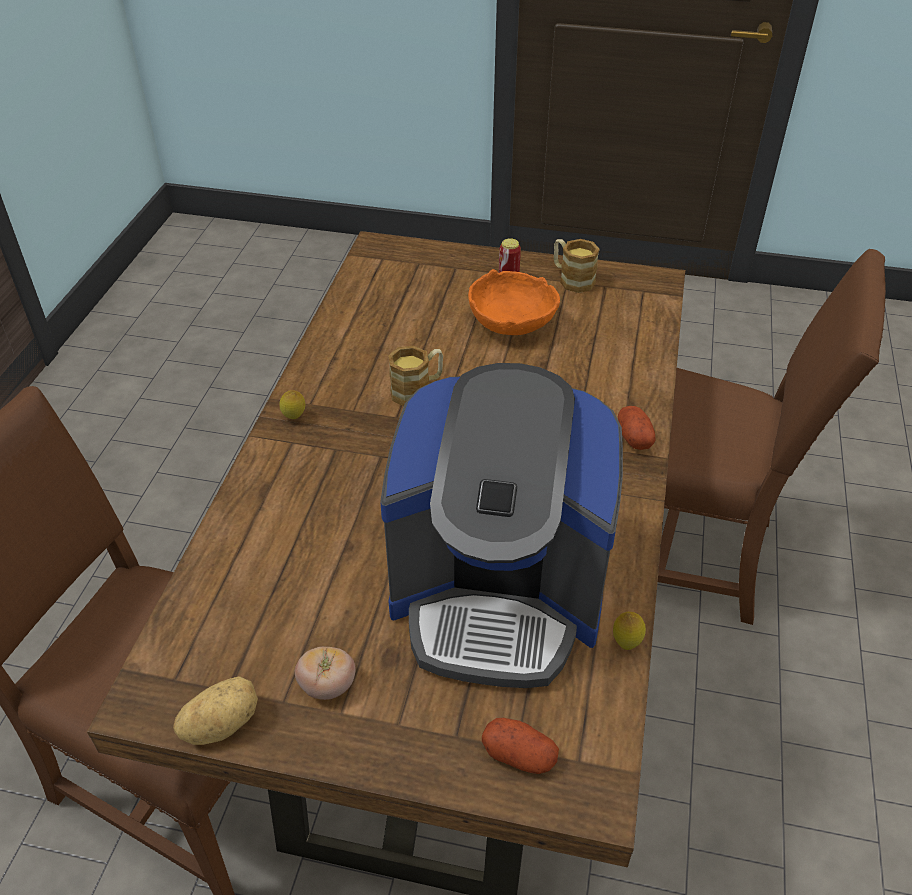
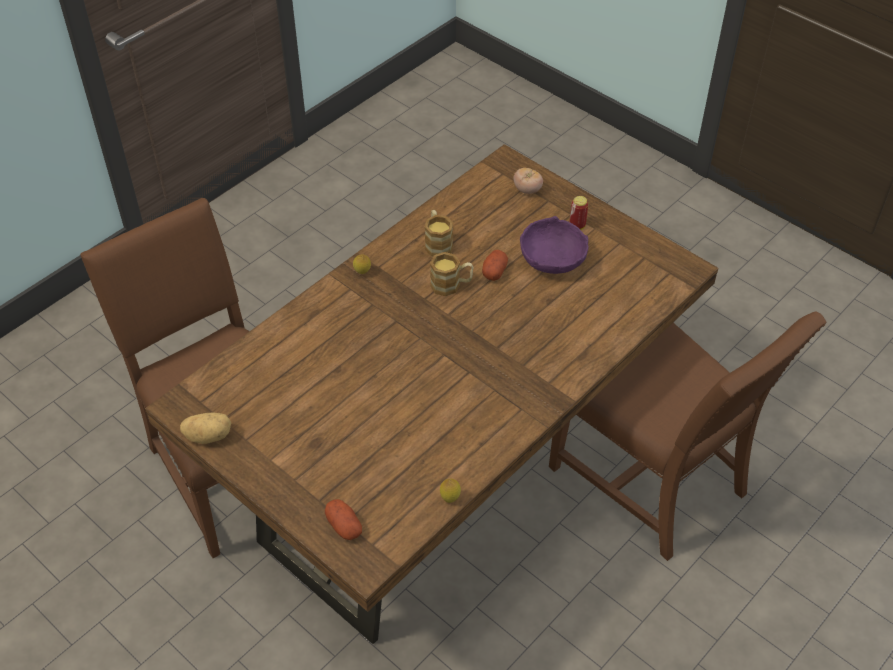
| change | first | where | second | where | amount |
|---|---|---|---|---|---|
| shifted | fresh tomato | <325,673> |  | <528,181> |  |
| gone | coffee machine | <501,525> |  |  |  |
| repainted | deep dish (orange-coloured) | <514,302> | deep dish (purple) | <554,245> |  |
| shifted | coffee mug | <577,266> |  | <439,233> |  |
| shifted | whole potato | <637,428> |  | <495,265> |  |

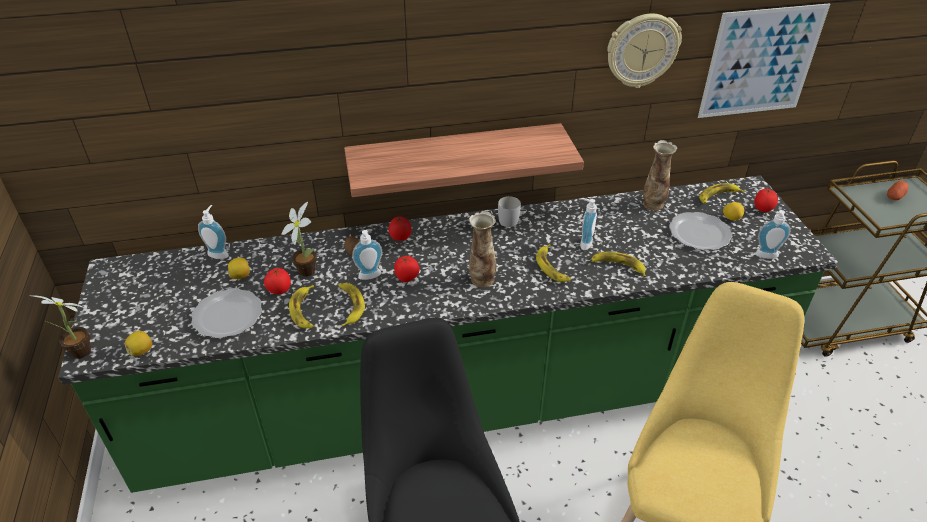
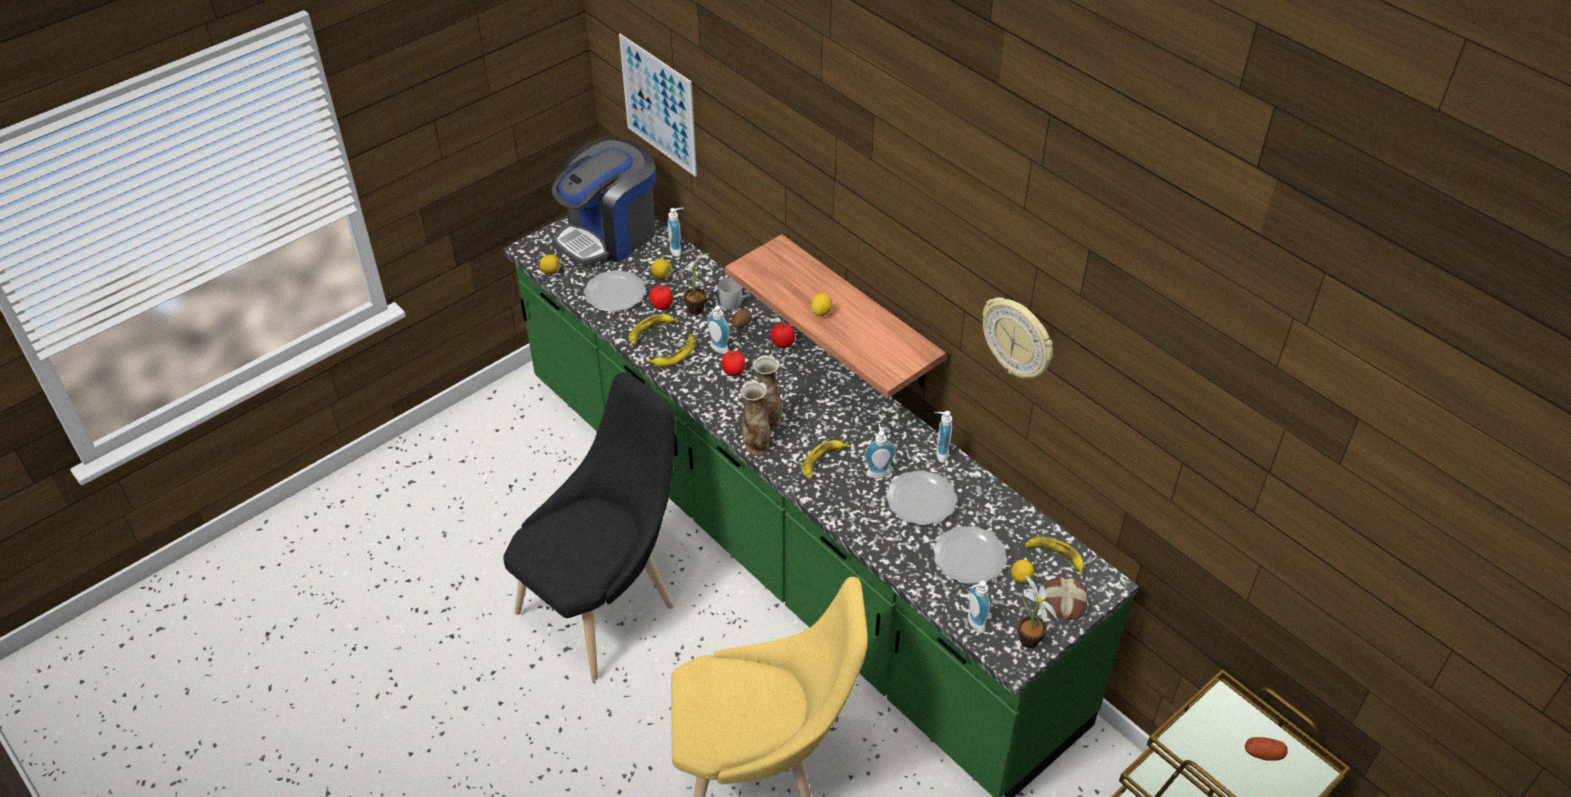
| change | first | where | second | where | amount |
|---|---|---|---|---|---|
| shifted | plant in a pot | <59,327> |  | <1037,612> |  |
| shifted | coffee mug (white-coloured) | <509,211> |  | <734,294> |  |
| gone | whole banana | <618,264> |  |  |  |
| shifted | decorative vase | <660,175> |  | <755,418> |  |
| shifted | wall picture | <764,60> |  | <658,105> |  |
| swapped | fresh tomato | <766,200> | bread | <1065,598> |  |
| new |  |  | coffee machine | <604,201> |  |
| new |  |  | lemon | <822,304> |  |
| new |  |  | dinner plate | <921,497> |  |
| new |  |  | soap bottle | <943,437> |  |

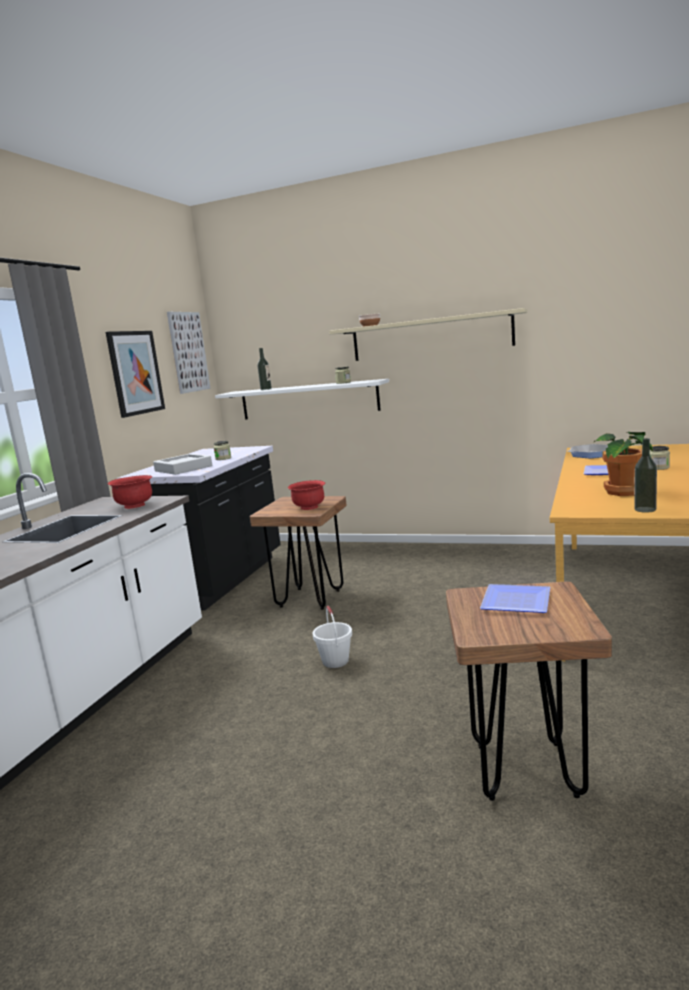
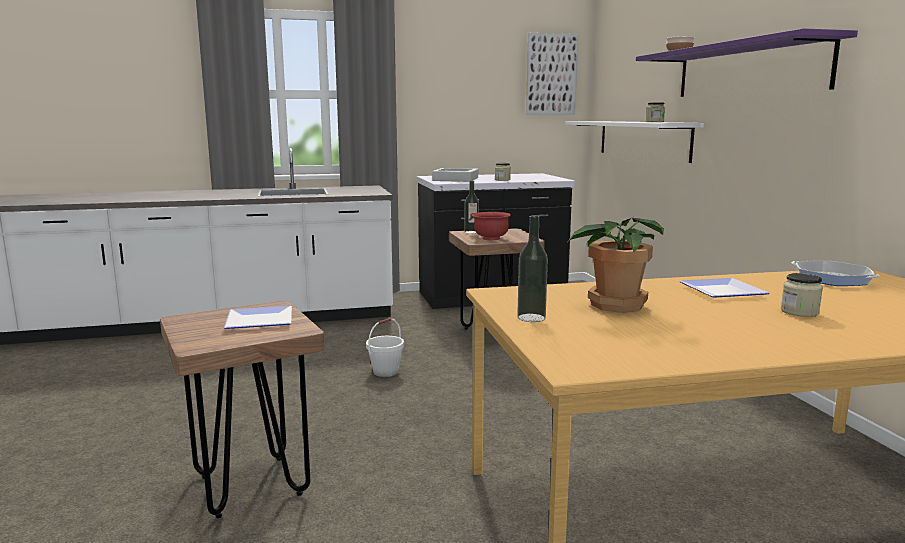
| change | first | where | second | where | amount |
|---|---|---|---|---|---|
| gone | wall picture | <135,374> |  |  |  |
| gone | deep dish (red) | <130,492> |  |  |  |
| shifted | drink bottle | <264,369> |  | <471,207> |  |
| repainted | shelf (sand-coloured) | <428,334> | shelf (purple) | <747,62> |  |

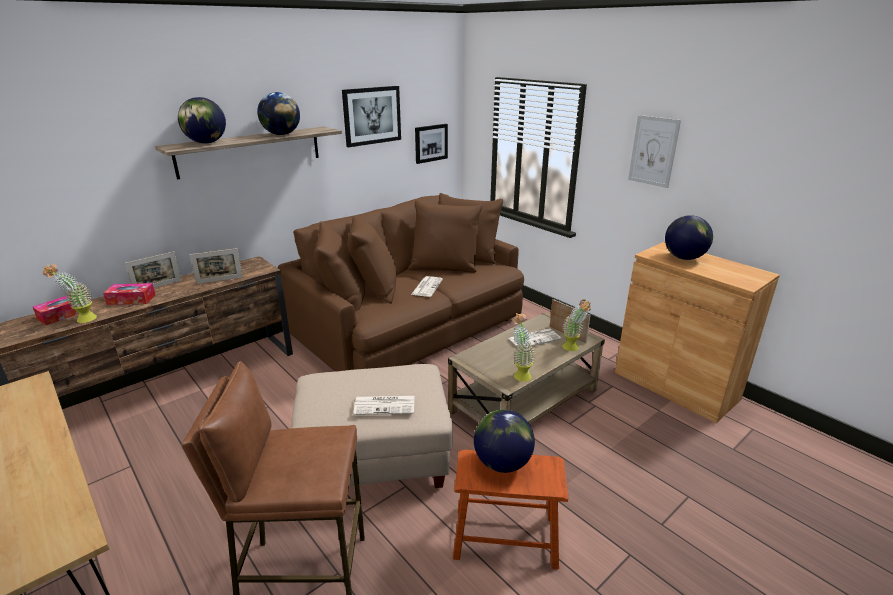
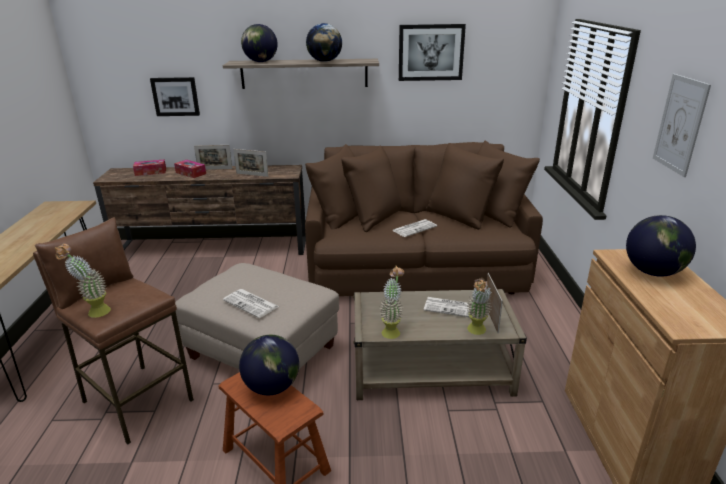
| change | first | where | second | where | amount |
|---|---|---|---|---|---|
| shifted | plant in a pot | <70,293> |  | <83,281> |  |
| shifted | wall picture | <431,144> |  | <175,96> |  |

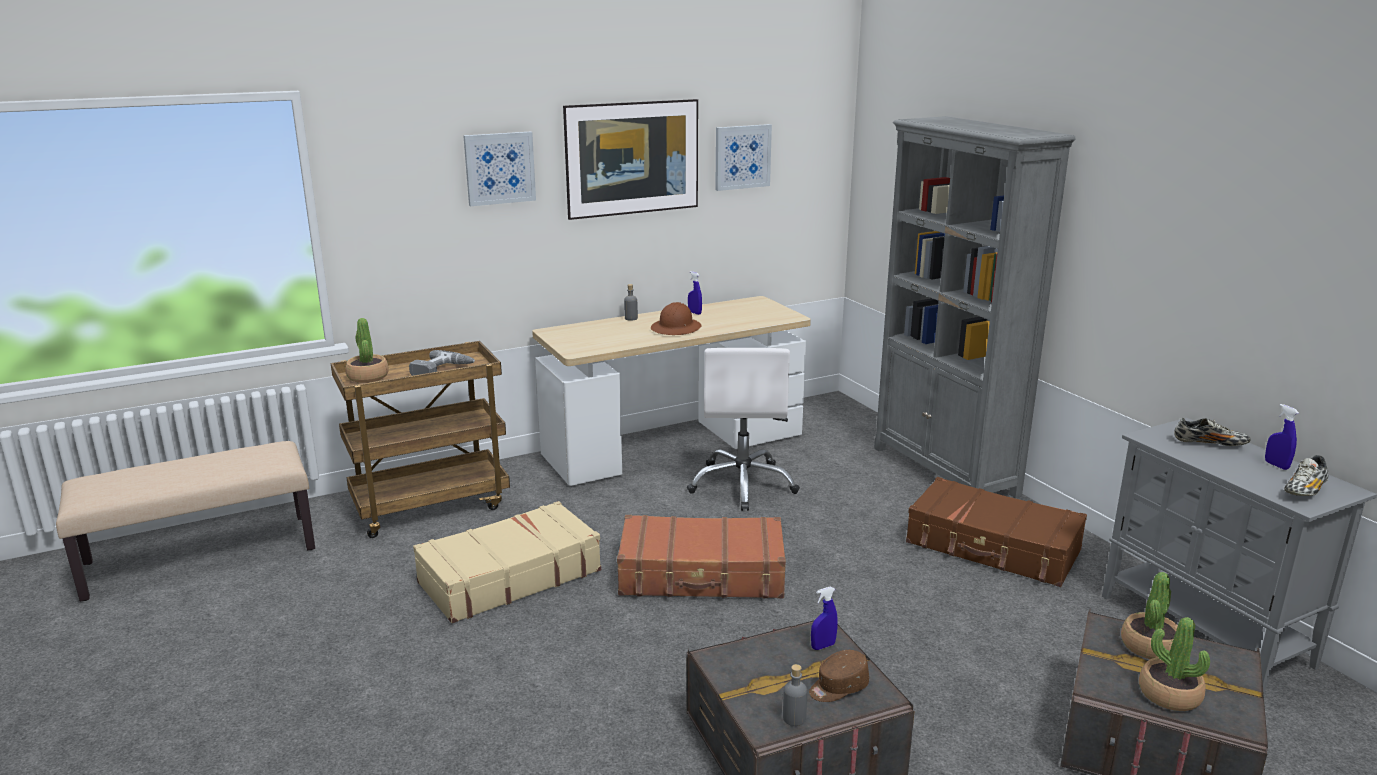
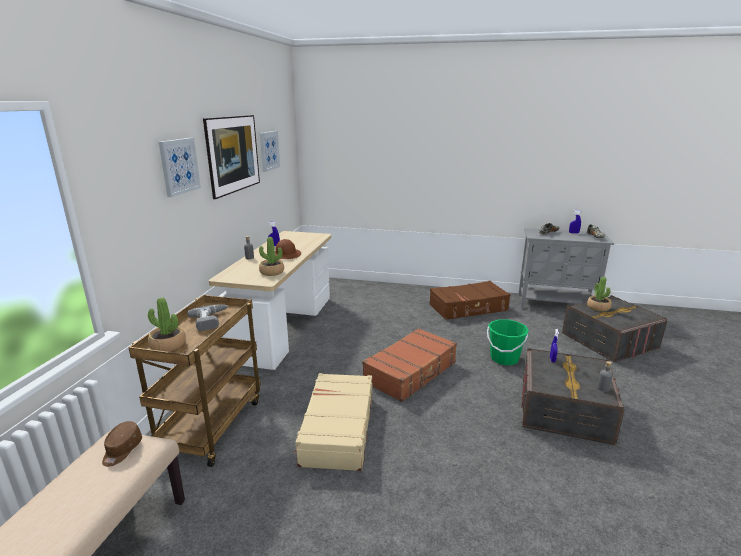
| change | first | where | second | where | amount |
|---|---|---|---|---|---|
| gone | office chair (white-coloured) | <743,429> |  |  |  |
| shifted | peaked cap (brown-coloured) | <839,676> |  | <122,444> |  |
| gone | bookcase (grey) | <975,307> |  |  |  |
| shifted | plant in a pot | <1174,664> |  | <271,256> |  |
| new |  |  | pail (greenish) | <508,342> |  |

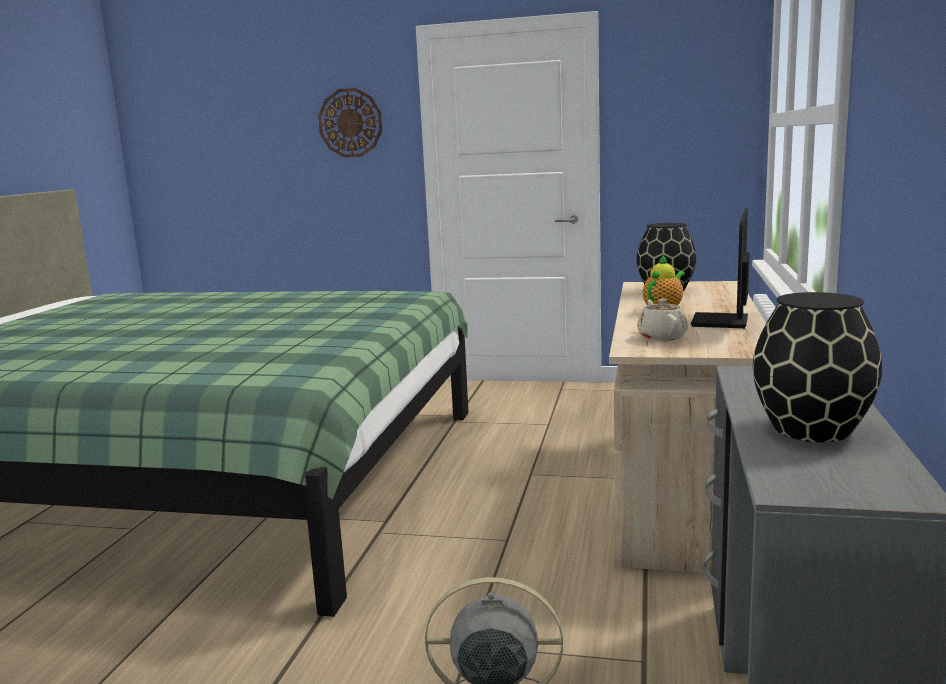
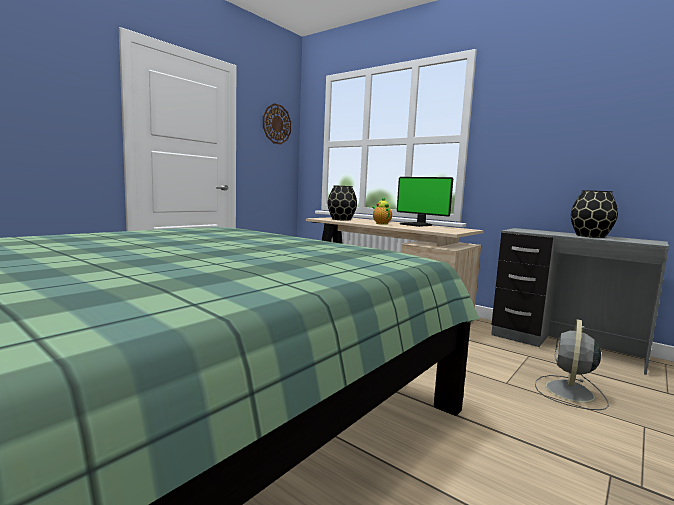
| change | first | where | second | where | amount |
|---|---|---|---|---|---|
| shifted | hanging clock | <350,123> |  | <277,123> |  |
| gone | tea pot (sand-coloured) | <662,320> |  |  |  |

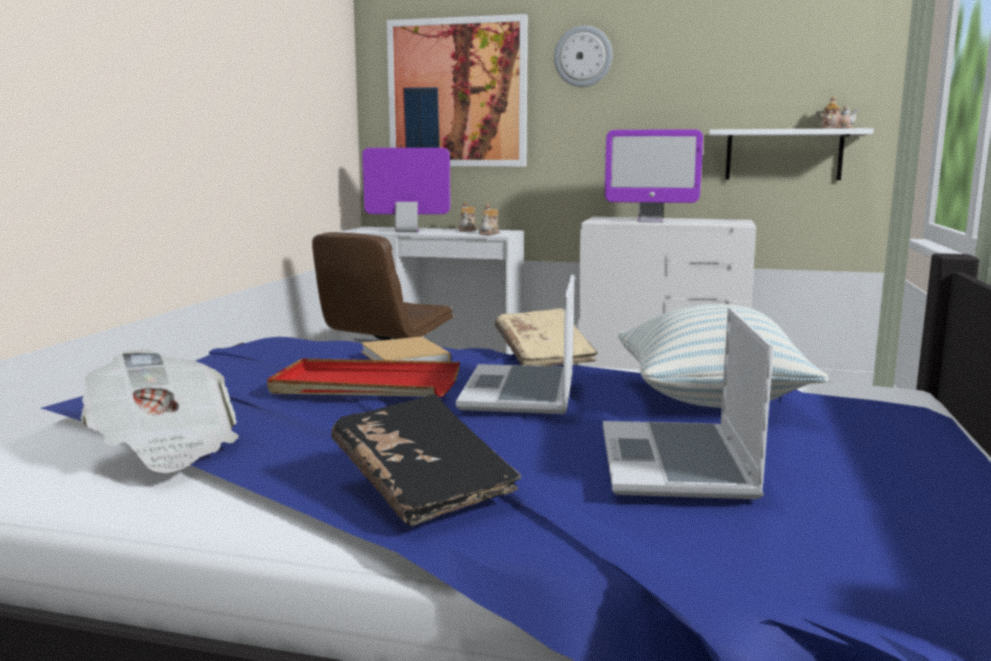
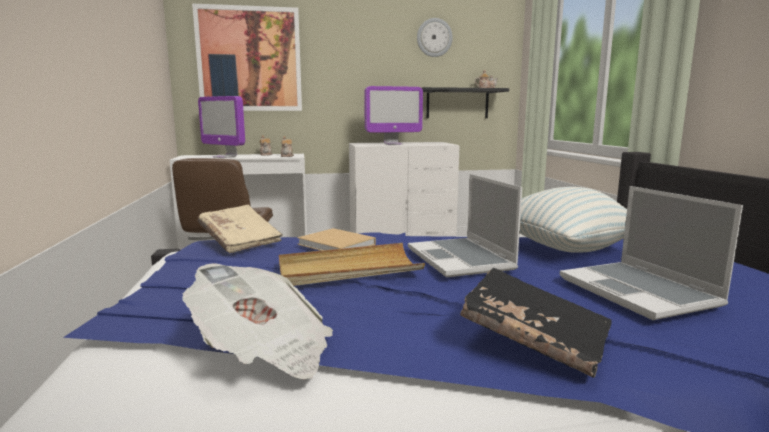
| change | first | where | second | where | amount |
|---|---|---|---|---|---|
| repainted | tray (red) | <363,377> | tray (sand-coloured) | <352,264> |  |
| rotated | monitor | <406,190> |  | <221,127> | 120 degrees counterclockwise |
| shifted | bound book (sand-coloured) | <546,337> |  | <240,229> |  |
| shifted | hanging clock | <583,56> |  | <435,37> |  |
| repainted | shelf (white-coloured) | <791,154> | shelf (blackish) | <465,102> |  |

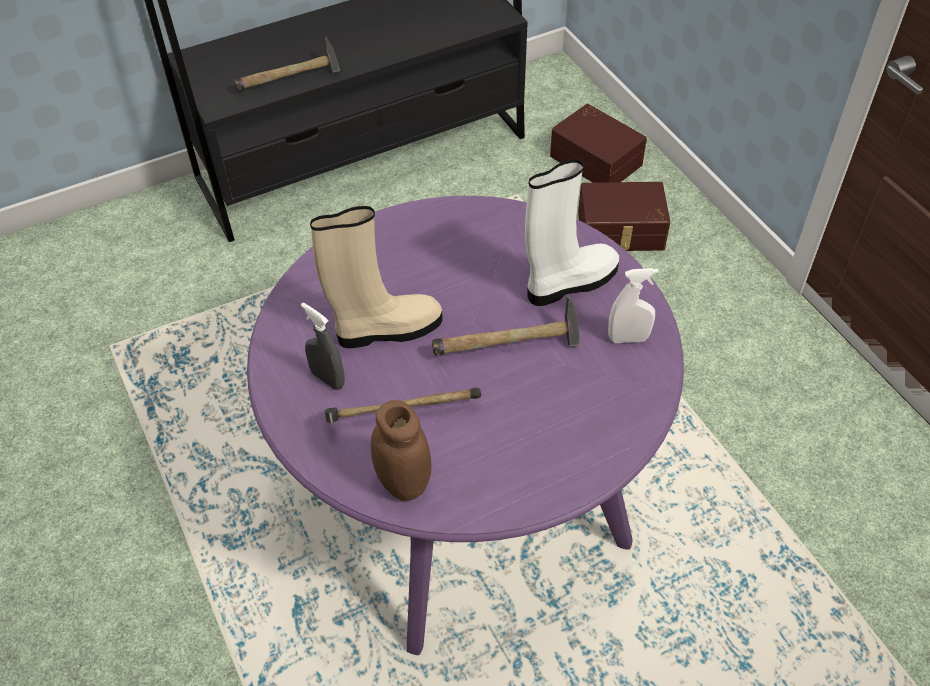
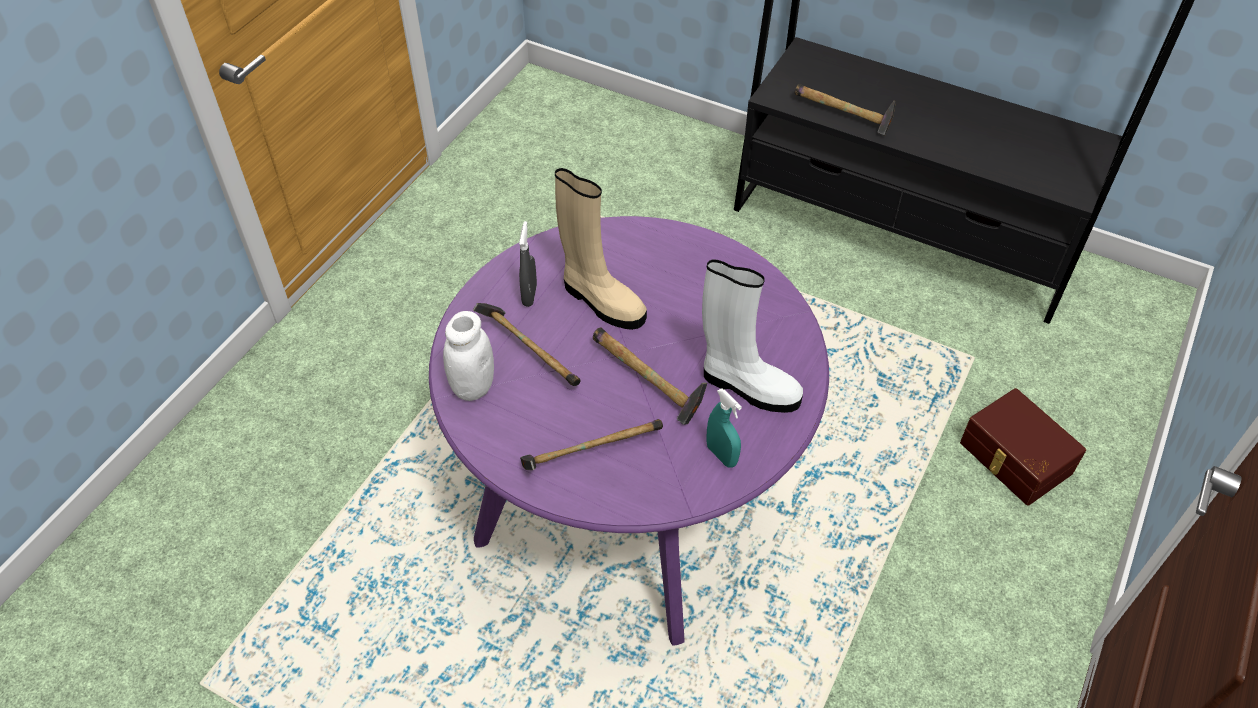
| change | first | where | second | where | amount |
|---|---|---|---|---|---|
| repainted | storage jar (brown-coloured) | <401,450> | storage jar (white-coloured) | <468,356> |  |
| gone | storage container (brown-coloured) | <598,143> |  |  |  |
| repainted | sprayer (white-coloured) | <633,305> | sprayer (turquoise-coloured) | <724,428> |  |
| new |  |  | hammer | <591,444> |  |

